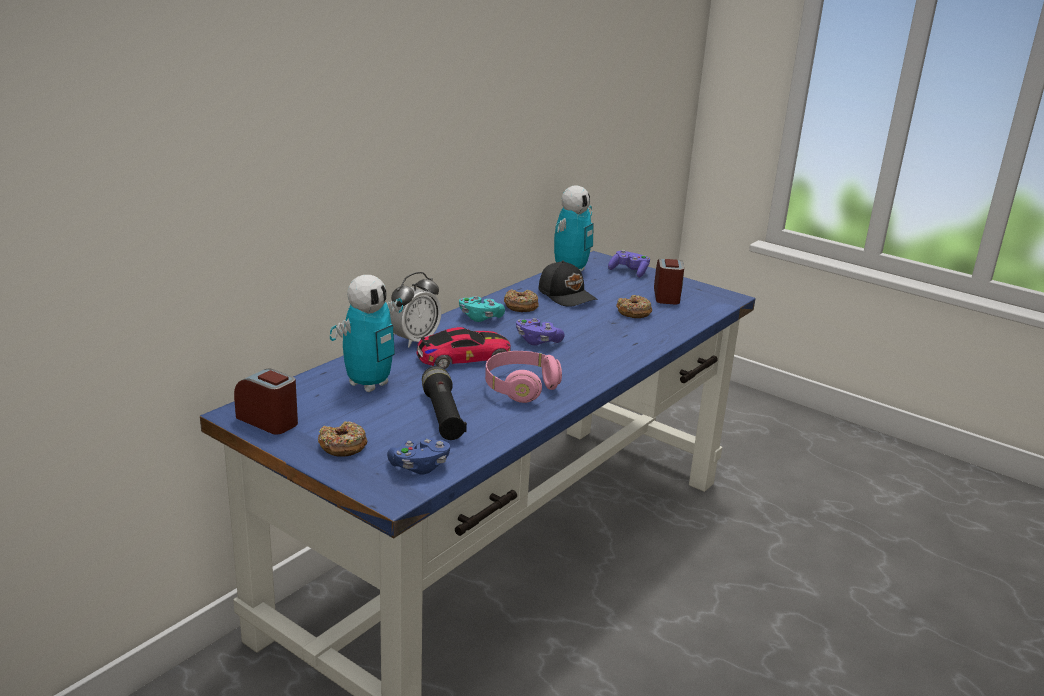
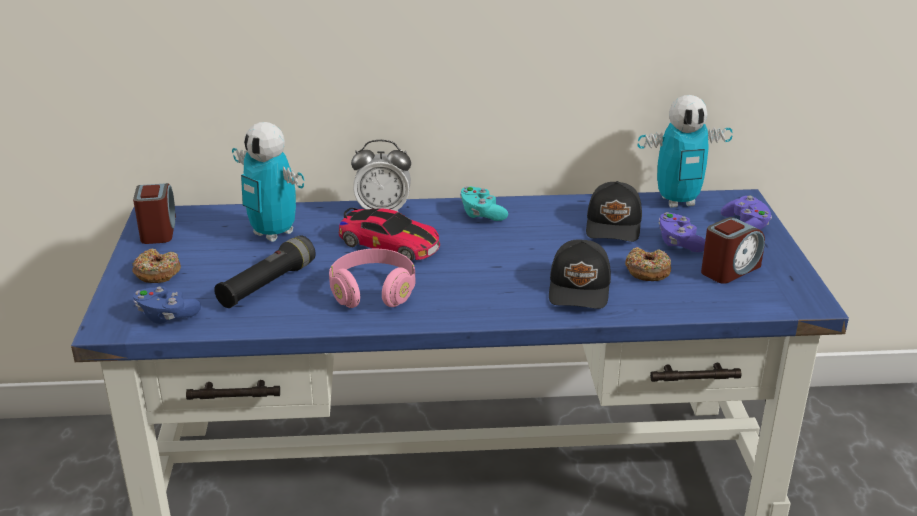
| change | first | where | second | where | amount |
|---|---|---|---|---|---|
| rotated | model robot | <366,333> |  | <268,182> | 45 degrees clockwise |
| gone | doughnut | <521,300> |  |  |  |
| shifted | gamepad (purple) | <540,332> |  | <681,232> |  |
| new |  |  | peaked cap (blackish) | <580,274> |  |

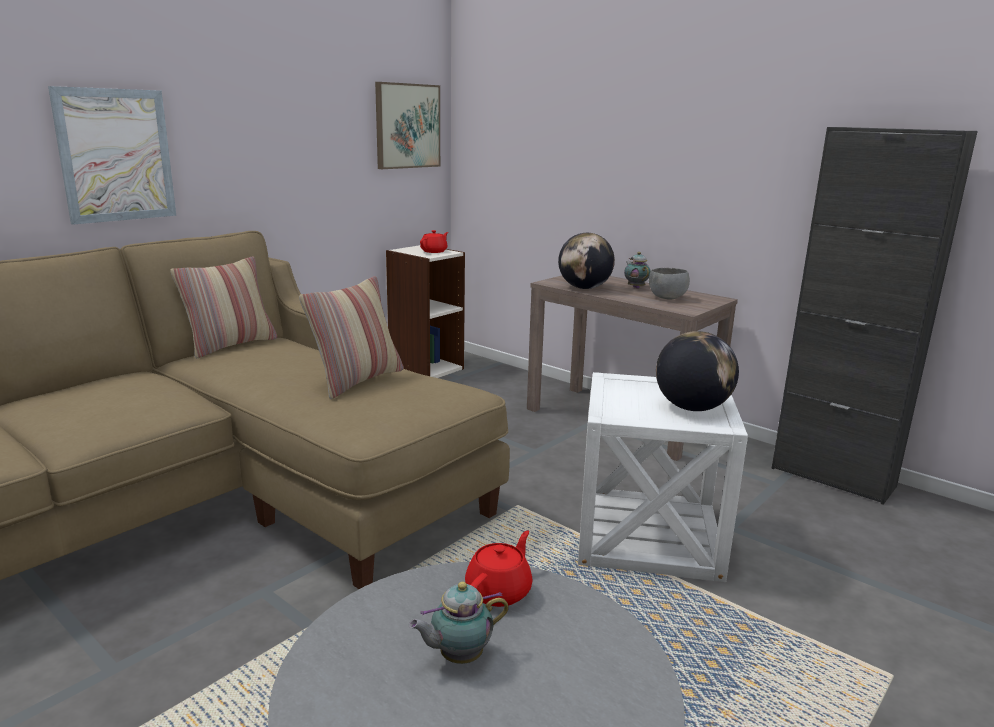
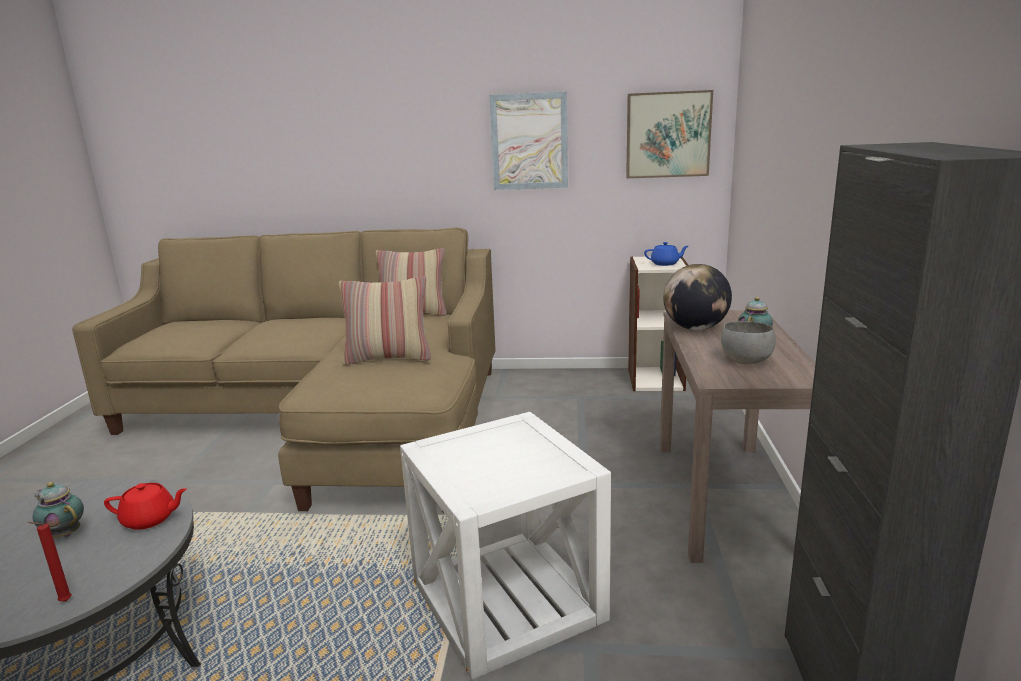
| change | first | where | second | where | amount |
|---|---|---|---|---|---|
| shifted | wall picture | <112,155> |  | <529,140> |  |
| repainted | tea pot (red) | <434,241> | tea pot (blue) | <666,254> |  |
| gone | desk globe | <697,371> |  |  |  |
| new |  |  | wax light (red) | <49,561> |  |

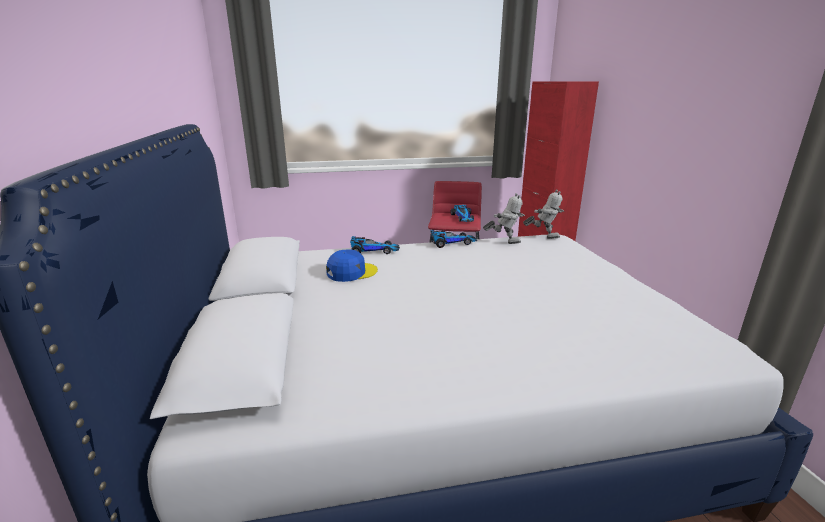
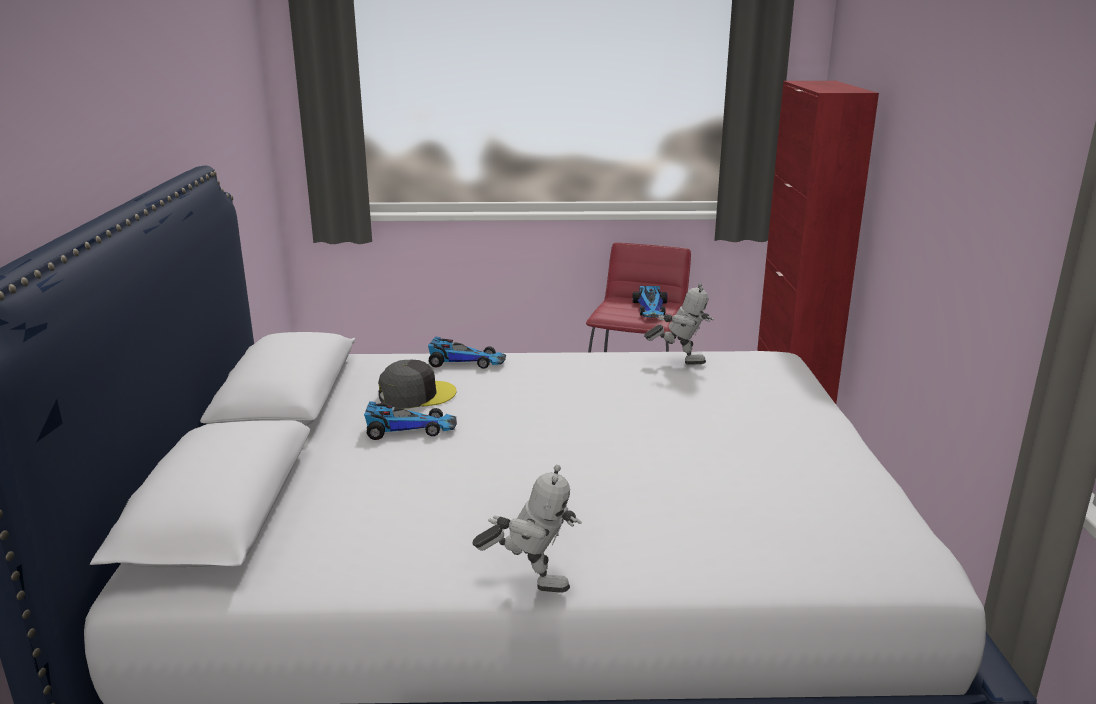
| change | first | where | second | where | amount |
|---|---|---|---|---|---|
| repainted | peaked cap (blue) | <352,266> | peaked cap (grey) | <417,384> |  |
| shifted | miniature car | <453,239> |  | <410,420> |  |
| shifted | model robot | <543,214> |  | <527,529> |  |

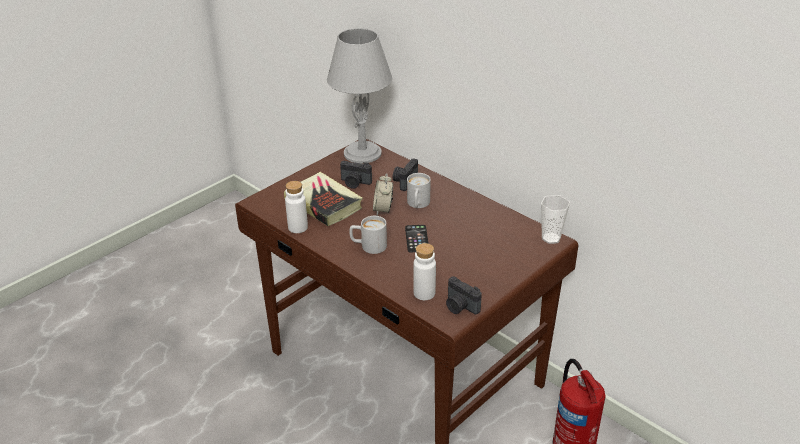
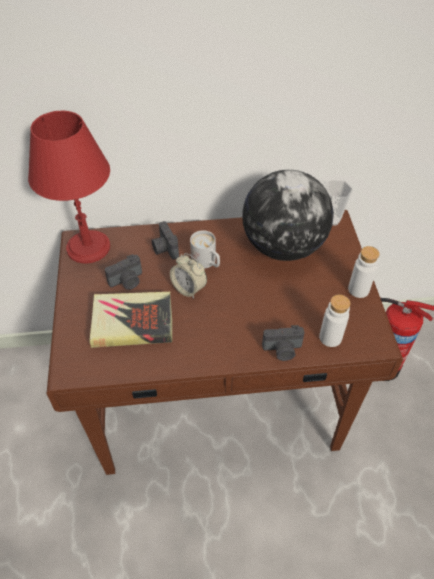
| change | first | where | second | where | amount |
|---|---|---|---|---|---|
| shifted | drink bottle (white-coloured) | <296,207> |  | <364,272> |  |
| repainted | lamp for a table (grey) | <359,95> | lamp for a table (red) | <69,187> |  |
| gone | coffee mug (white-coloured) | <368,235> |  |  |  |
| gone | telephone | <417,239> |  |  |  |
| shifted | photo camera | <464,295> |  | <283,343> |  |
| new |  |  | desk globe | <288,215> |  |

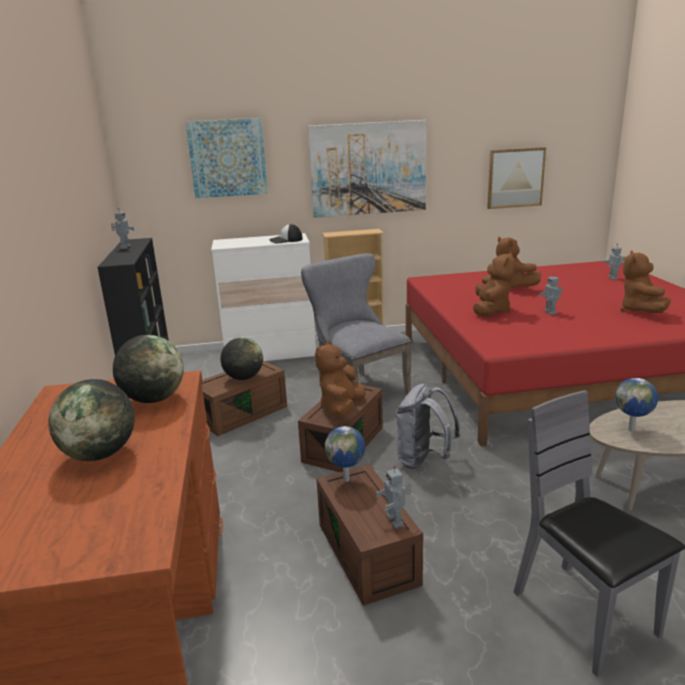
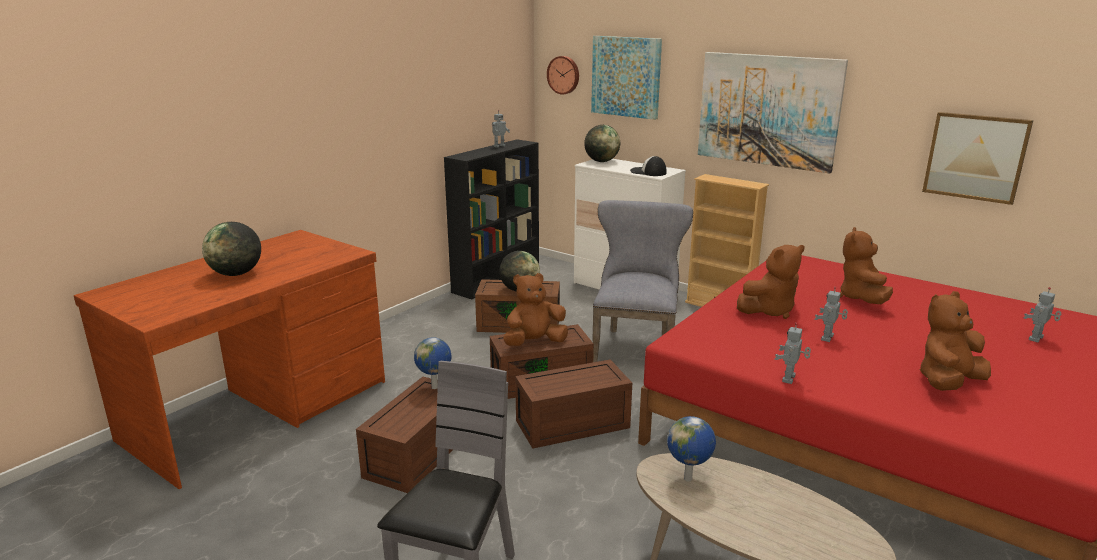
| change | first | where | second | where | amount |
|---|---|---|---|---|---|
| shifted | desk globe | <148,369> |  | <602,143> |  |
| shifted | model robot | <393,497> |  | <793,353> |  |
| swapped | backpack (grey) | <427,426> | storage container (brown-coloured) | <573,404> |  |
| new |  |  | hanging clock | <563,75> |  |

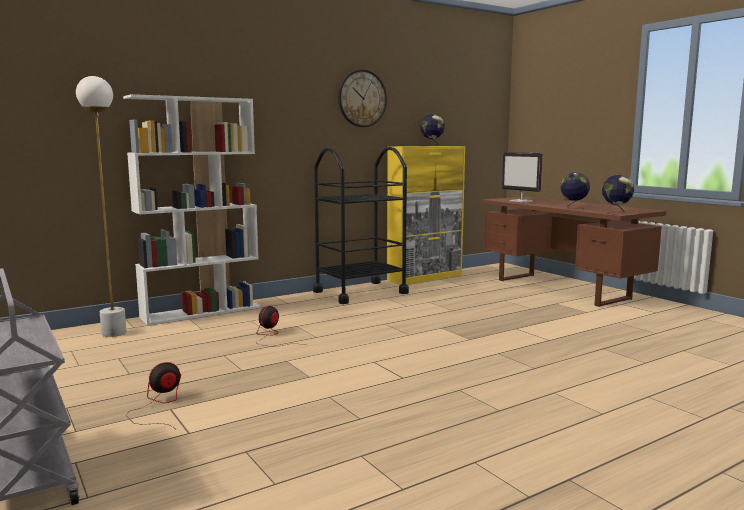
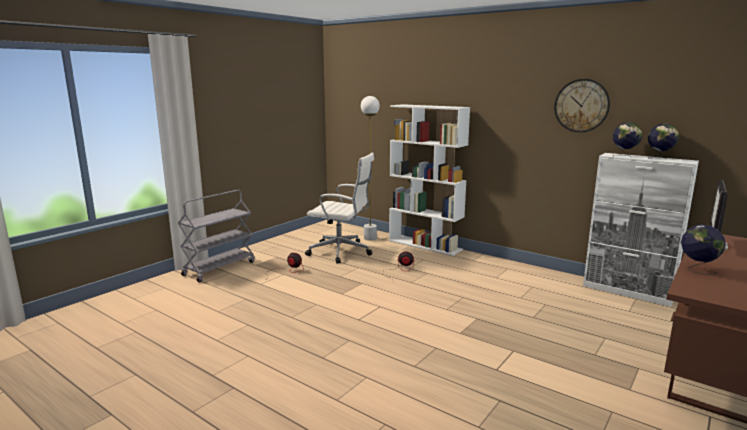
| change | first | where | second | where | amount |
|---|---|---|---|---|---|
| gone | cart (blackish) | <361,225> |  |  |  |
| repainted | storage cabinet (yellow-coloured) | <426,215> | storage cabinet (white-coloured) | <641,230> |  |
| shifted | desk globe | <618,195> |  | <627,139> |  |
| new |  |  | office chair (white-coloured) | <339,208> |  |

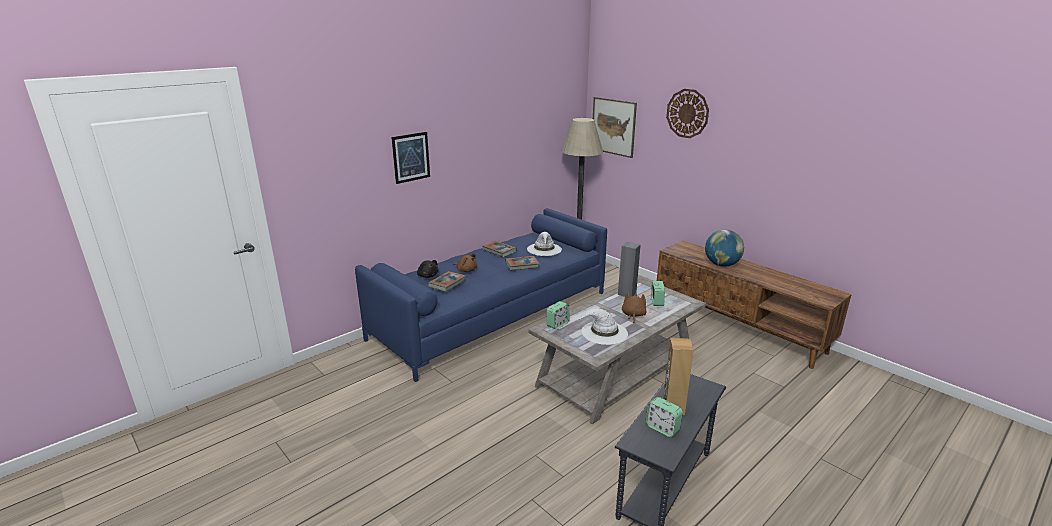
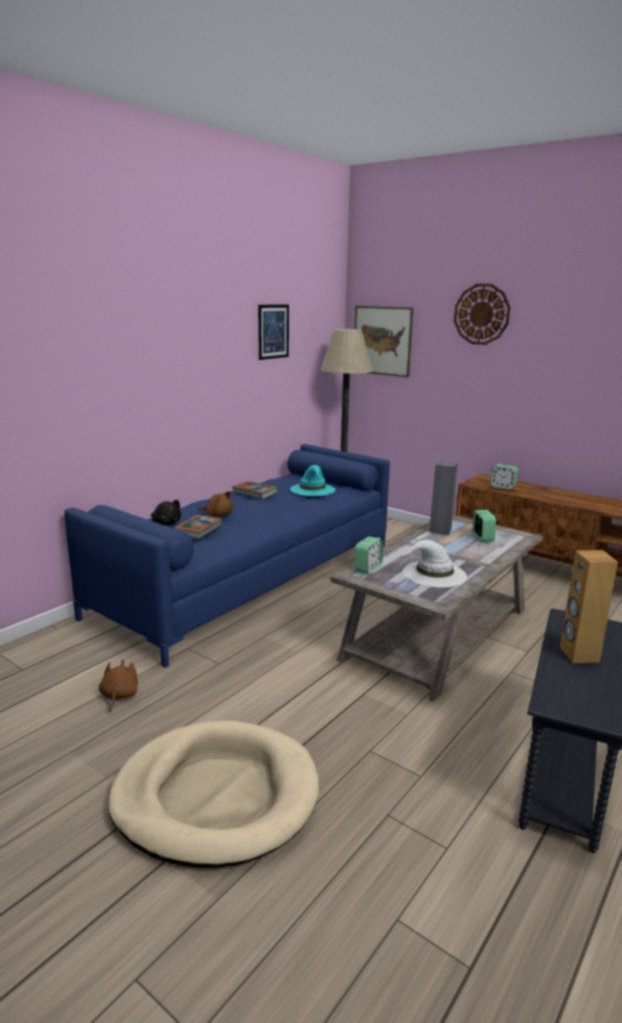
| change | first | where | second | where | amount |
|---|---|---|---|---|---|
| shifted | wall picture | <410,158> |  | <273,332> |  |
| gone | bound book | <522,263> |  |  |  |
| repainted | wearable hat (white-coloured) | <544,244> | wearable hat (turquoise-coloured) | <312,480> |  |
| shifted | plush toy (brown-coloured) | <634,307> |  | <118,686> |  |
| shifted | bedside clock | <664,417> |  | <504,476> |  |
| gone | desk globe | <724,248> |  |  |  |
| new |  |  | dog cushion (sand-coloured) | <213,794> |  |

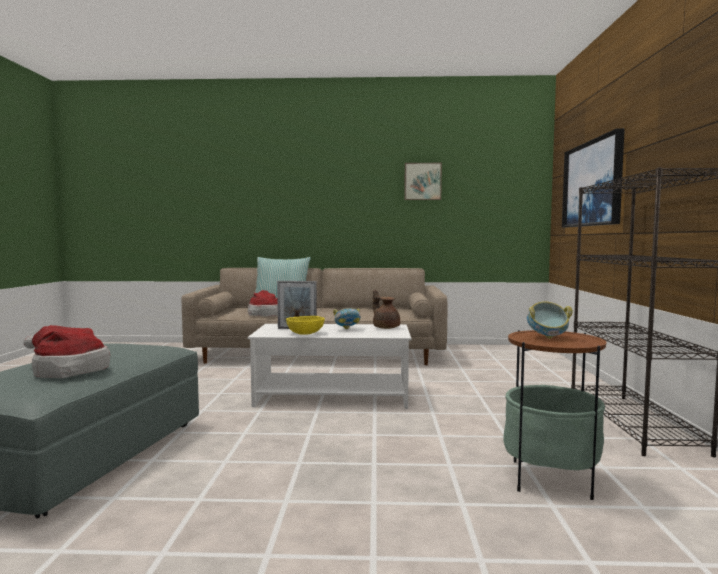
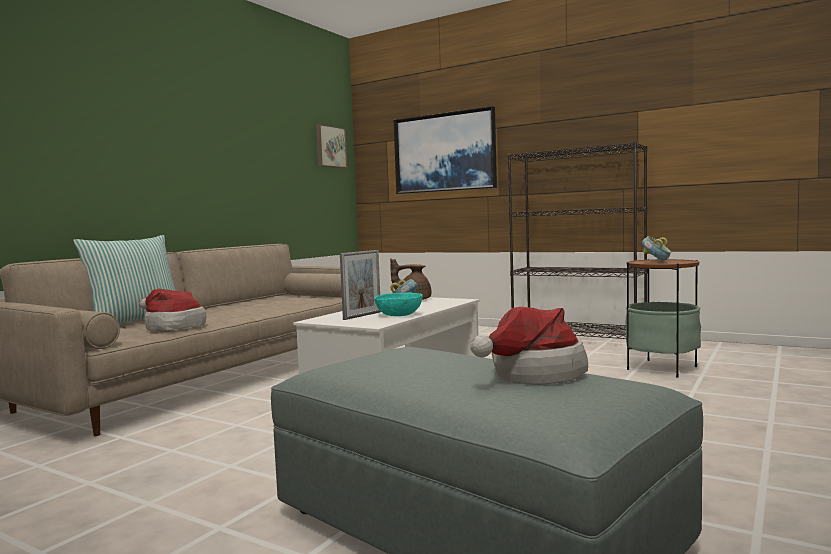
| change | first | where | second | where | amount |
|---|---|---|---|---|---|
| repainted | deep dish (yellow-coloured) | <305,325> | deep dish (turquoise-coloured) | <398,304> |  |
| shifted | wall picture | <423,181> |  | <331,146> |  |

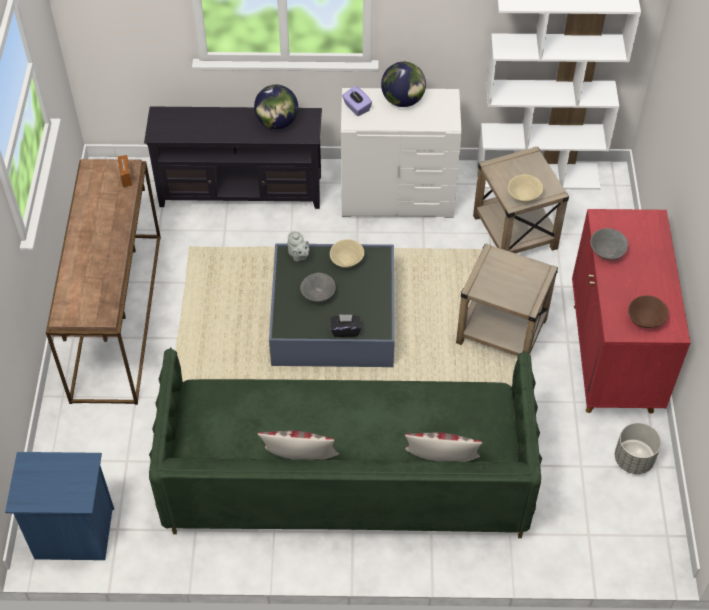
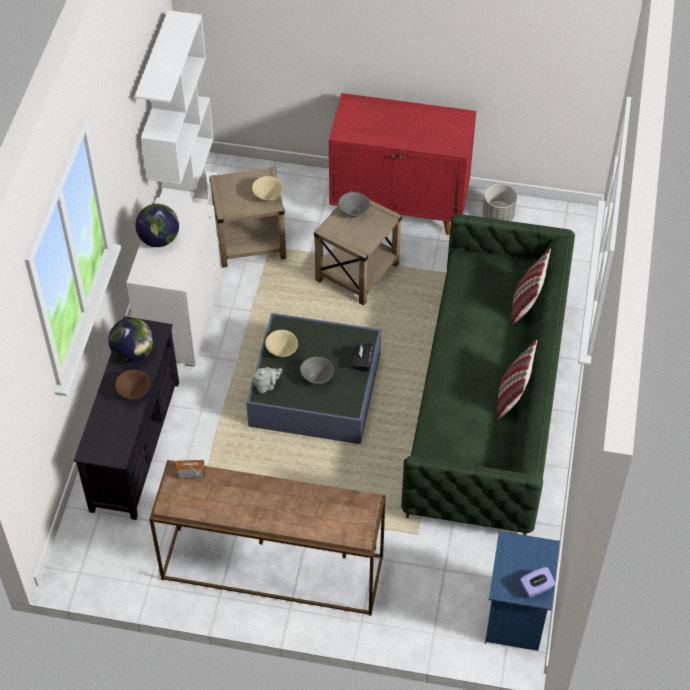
| change | first | where | second | where | amount |
|---|---|---|---|---|---|
| shifted | tissue holder (purple) | <357,101> |  | <538,582> |  |
| shifted | deep dish (grey) | <609,244> |  | <354,204> |  |
| shifted | deep dish (brown-coloured) | <648,311> |  | <132,385> |  |

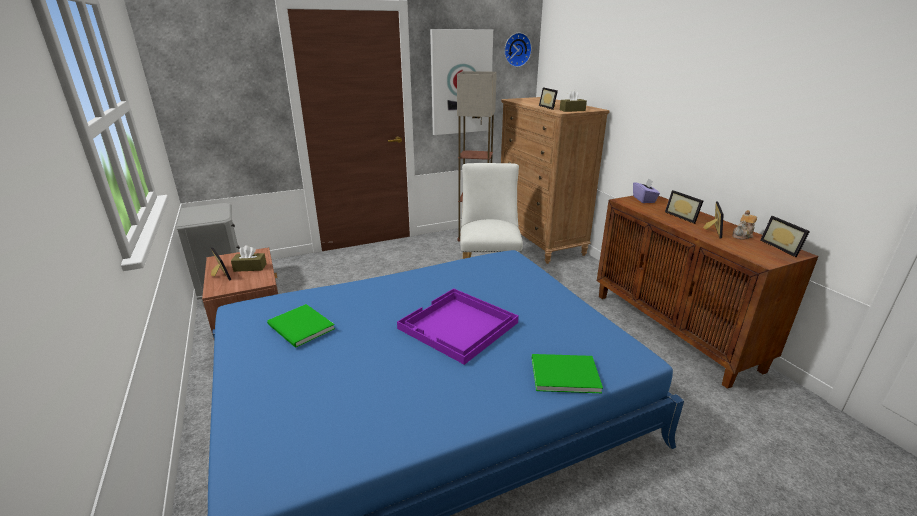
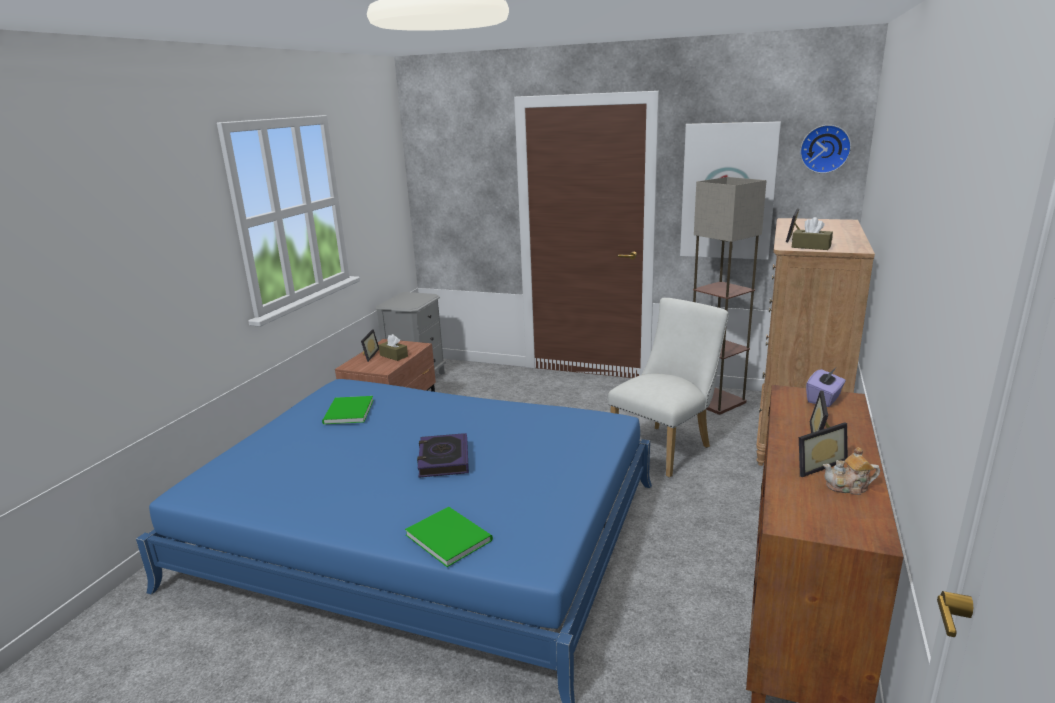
| change | first | where | second | where | amount |
|---|---|---|---|---|---|
| swapped | tray (purple) | <458,326> | bound book | <443,455> |  |
| gone | picture frame | <785,236> |  |  |  |

